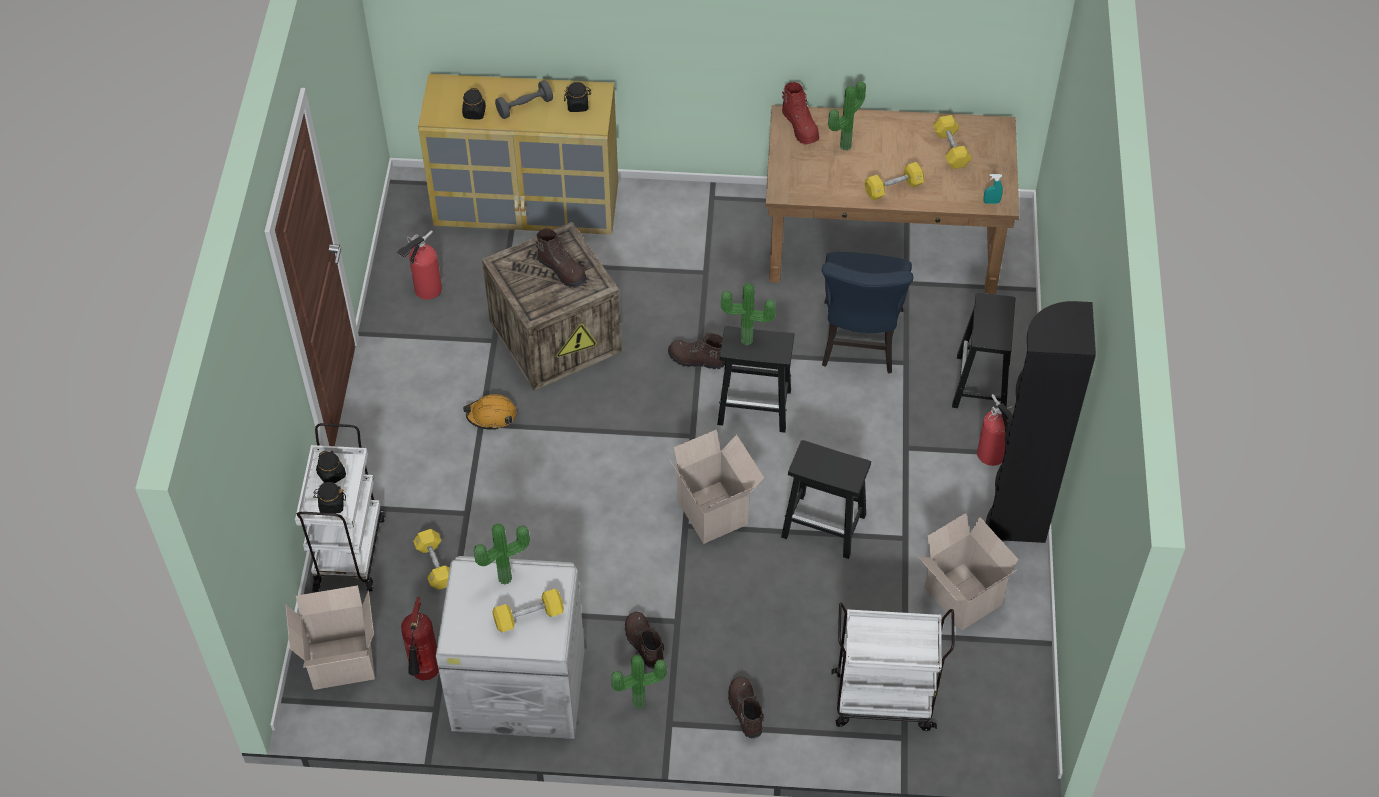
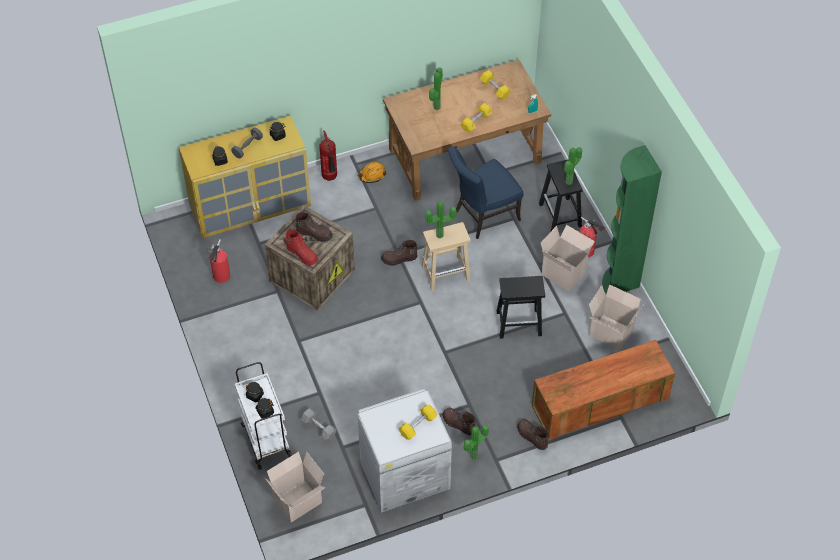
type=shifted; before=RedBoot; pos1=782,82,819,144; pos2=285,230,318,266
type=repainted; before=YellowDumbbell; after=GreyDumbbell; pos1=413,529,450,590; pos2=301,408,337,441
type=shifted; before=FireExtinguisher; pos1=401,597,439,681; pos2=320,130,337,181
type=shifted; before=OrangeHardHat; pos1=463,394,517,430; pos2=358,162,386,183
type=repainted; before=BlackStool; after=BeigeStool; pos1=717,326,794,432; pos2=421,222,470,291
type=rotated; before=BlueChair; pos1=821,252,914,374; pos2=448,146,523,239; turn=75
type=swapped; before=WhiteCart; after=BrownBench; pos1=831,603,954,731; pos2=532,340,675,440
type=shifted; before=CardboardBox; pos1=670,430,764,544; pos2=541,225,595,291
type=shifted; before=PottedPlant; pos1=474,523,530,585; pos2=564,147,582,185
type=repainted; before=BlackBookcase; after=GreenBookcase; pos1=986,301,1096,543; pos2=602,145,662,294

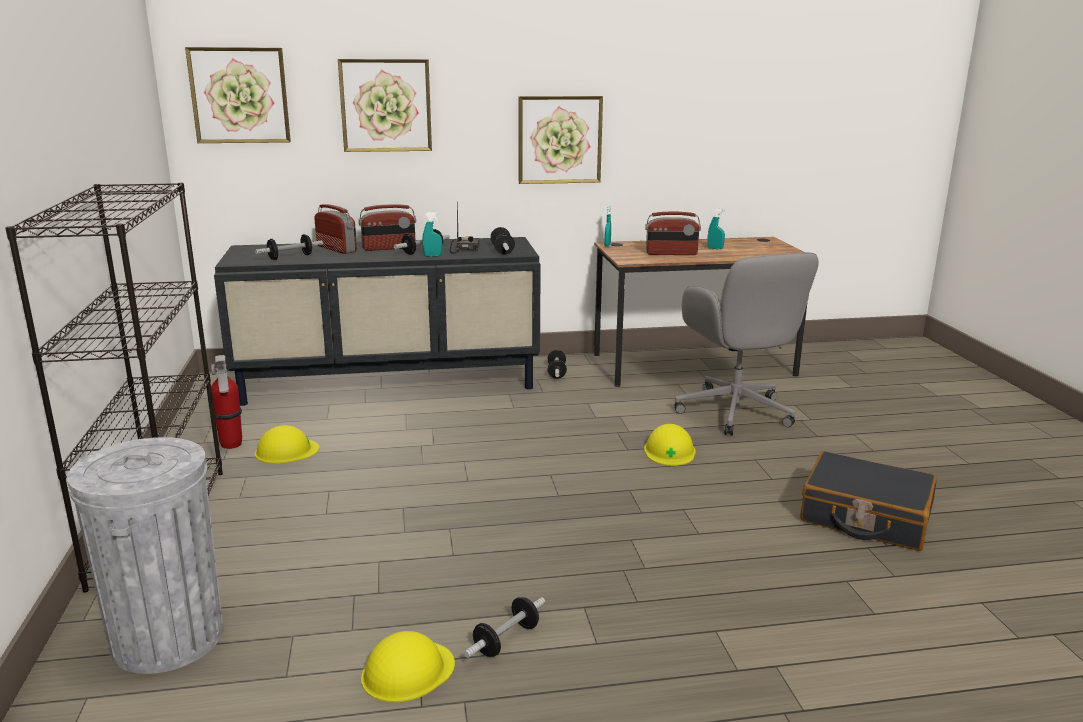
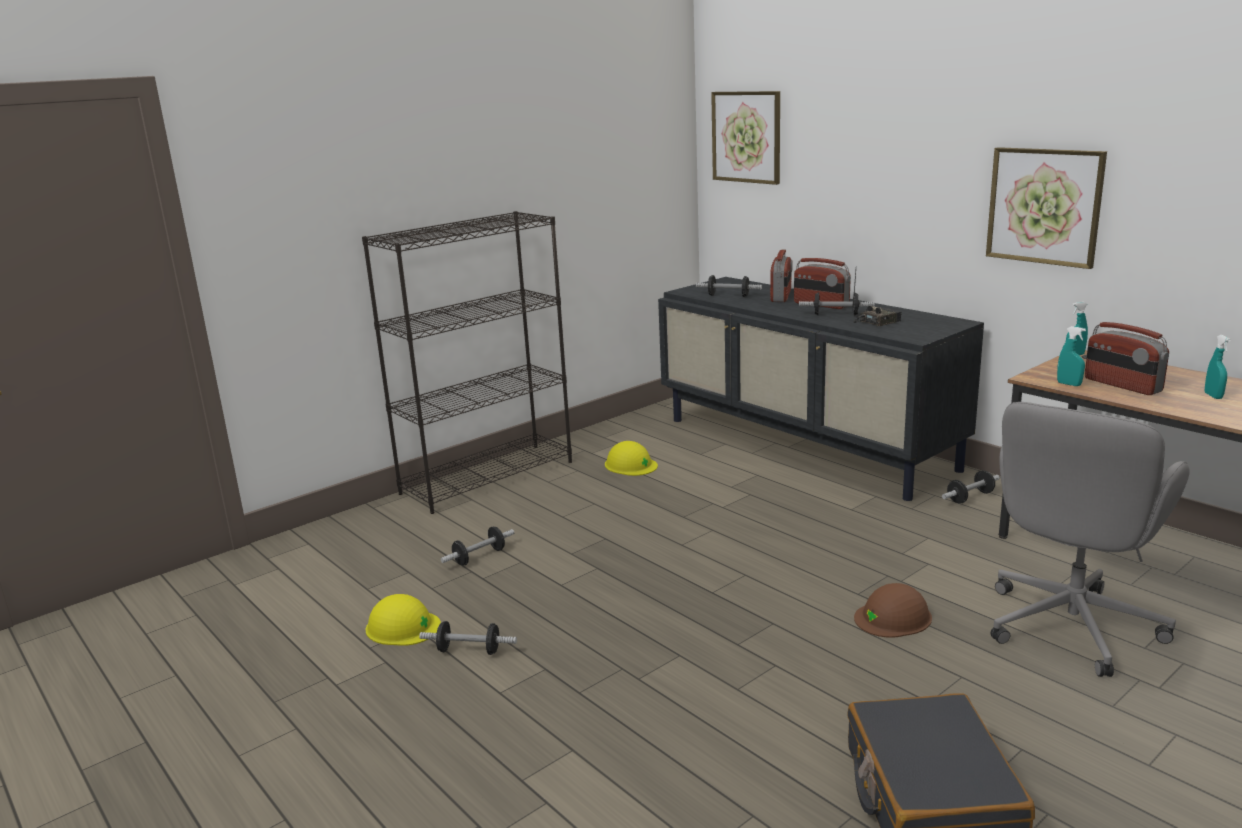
type=shifted; before=Dumbbell; pos1=490,227,515,255; pos2=441,527,514,566
type=repainted; before=YellowHardHat; after=BrownHardHat; pos1=644,424,696,466; pos2=854,583,932,638
type=shifted; before=TurquoiseSprayBottle; pos1=422,212,442,257; pos2=1057,326,1086,386
type=gone; before=GreyTrashCan; pos1=67,437,223,674
type=gone; before=FireExtinguisher; pos1=211,355,242,449
type=gone; before=Picture; pos1=338,59,432,152

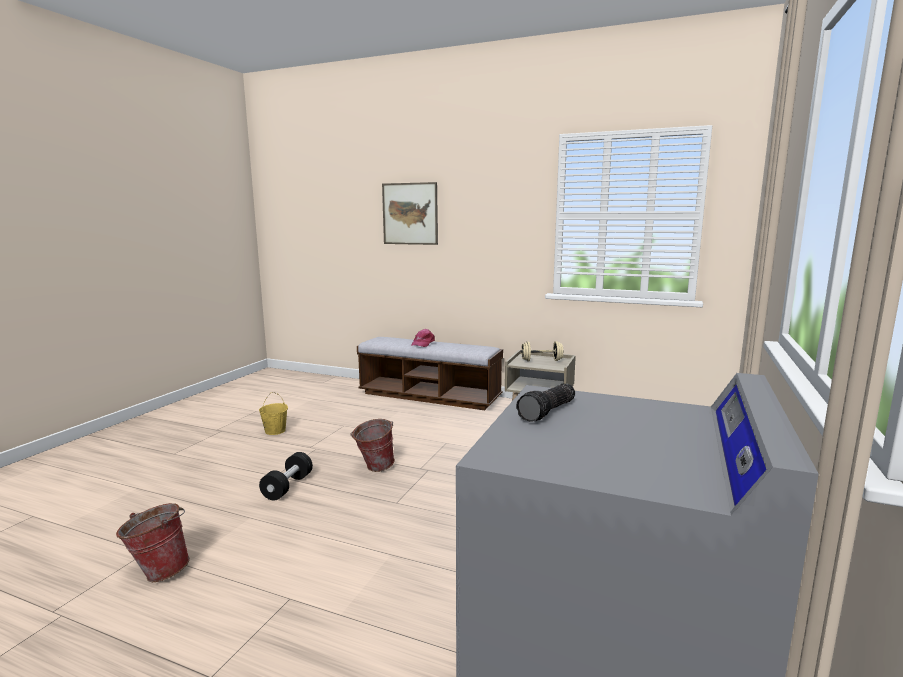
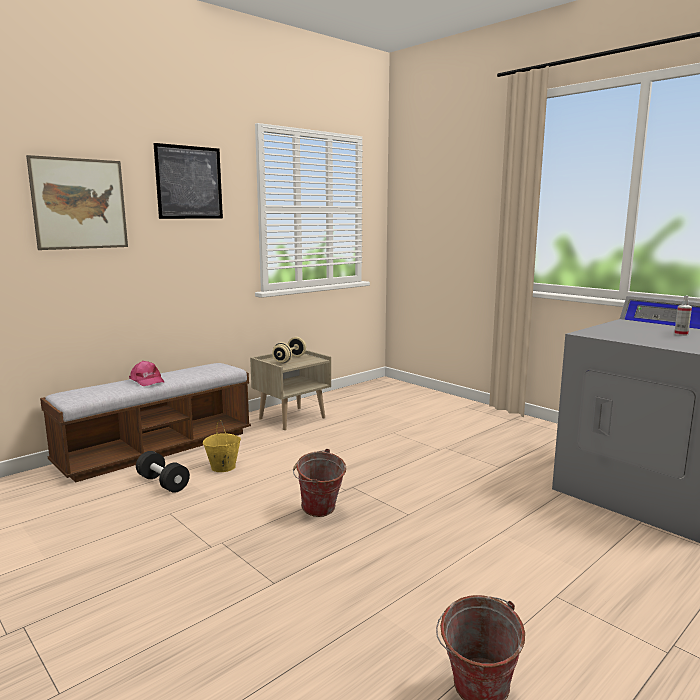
type=shifted; before=BlackDumbbell; pos1=259,452,313,501; pos2=136,451,190,493
type=new; after=Picture; pos2=153,143,223,219
type=shifted; before=YellowBucket; pos1=259,392,288,435; pos2=203,420,241,472
type=new; after=SprayBottle; pos2=674,296,692,336
type=gone; before=Flashlight; pos1=516,384,575,422

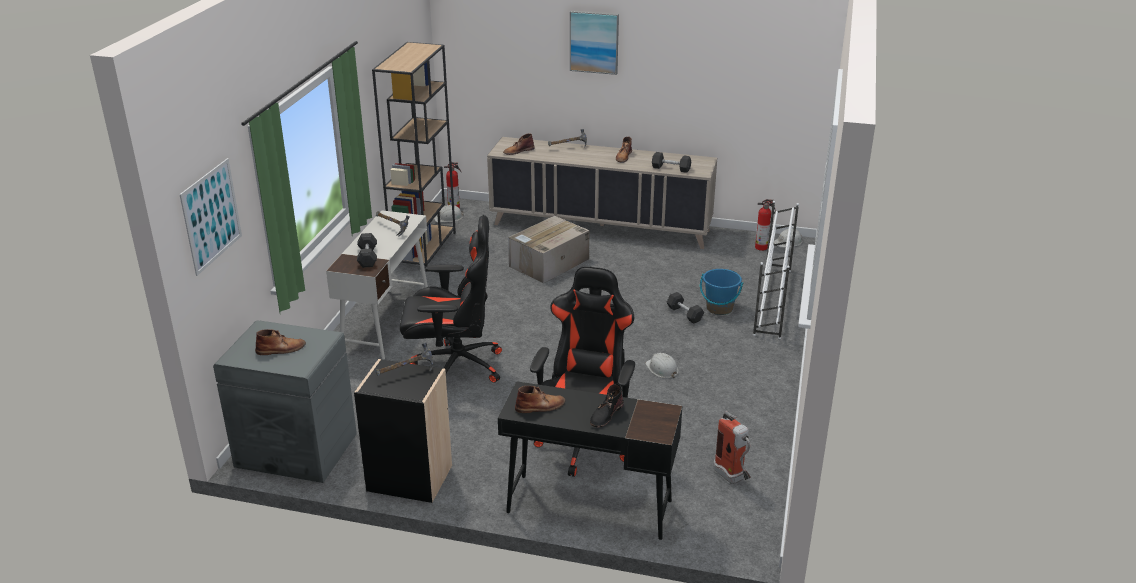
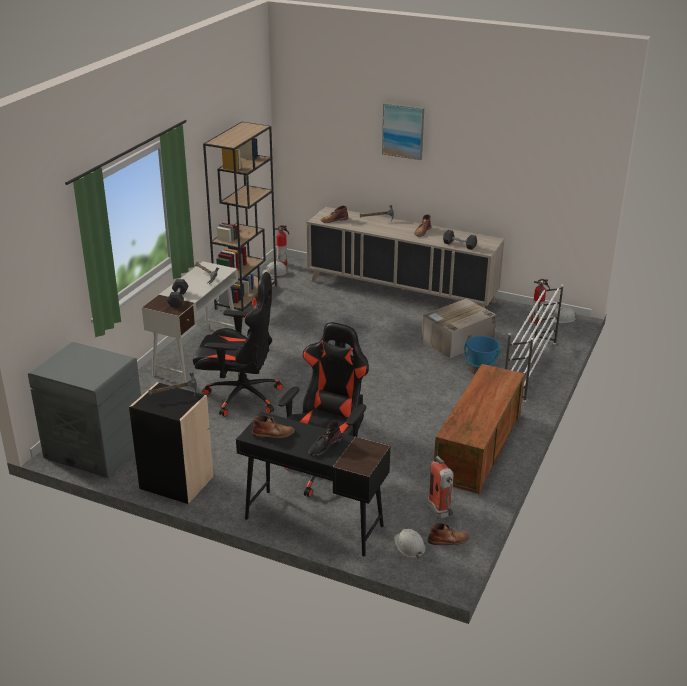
type=shifted; before=WhiteHardHat; pos1=645,353,678,378; pos2=394,529,426,558
type=shifted; before=CardboardBox; pos1=508,216,589,283; pos2=421,298,496,358
type=shifted; before=BrownBoot; pos1=255,329,306,355; pos2=428,523,469,545
type=new; after=BrownBench; pos2=434,364,525,494
type=gone; before=Picture; pos1=179,158,242,276
type=gone; before=GreyDumbbell; pos1=666,292,704,324

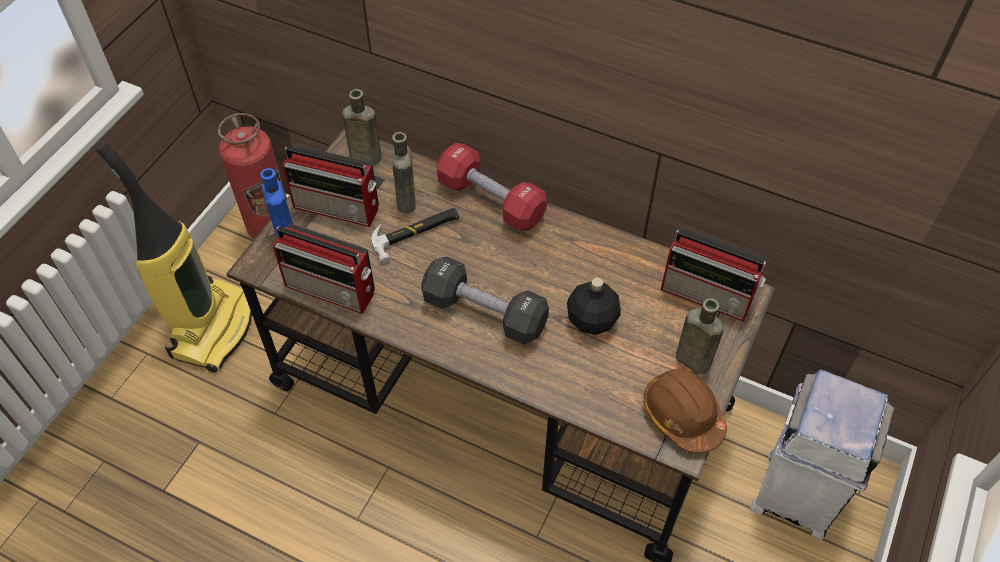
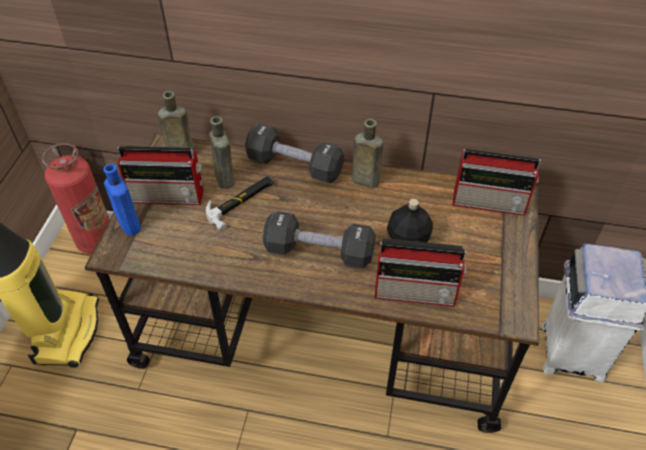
type=repainted; before=RedDumbbell; after=BlackDumbbell; pos1=437,143,547,231; pos2=245,123,344,183
type=shifted; before=BrownBottle; pos1=676,298,724,374; pos2=352,119,384,188
type=shifted; before=Radio; pos1=273,224,375,314; pos2=375,238,466,307
type=gone; before=BrownHardHat; pos1=644,368,727,454

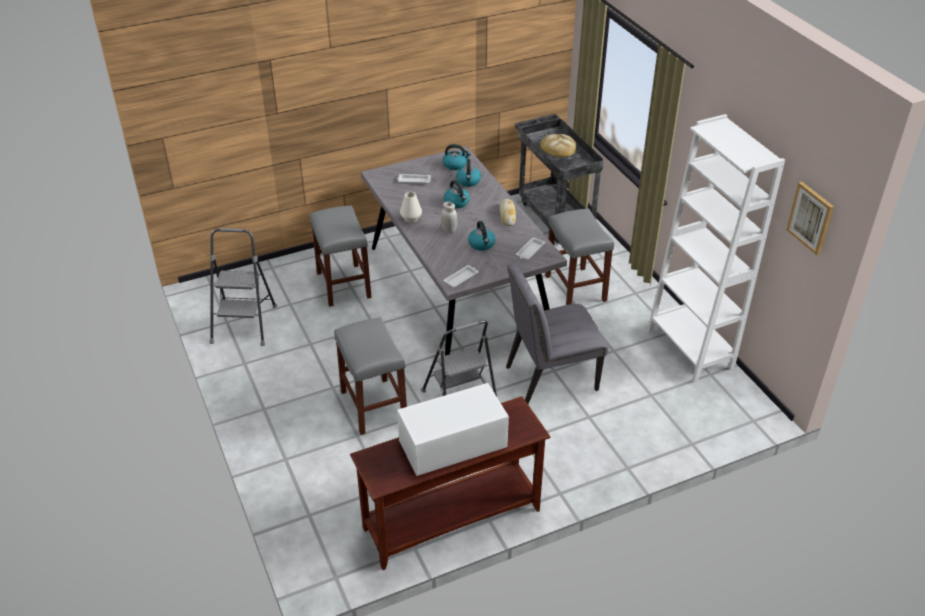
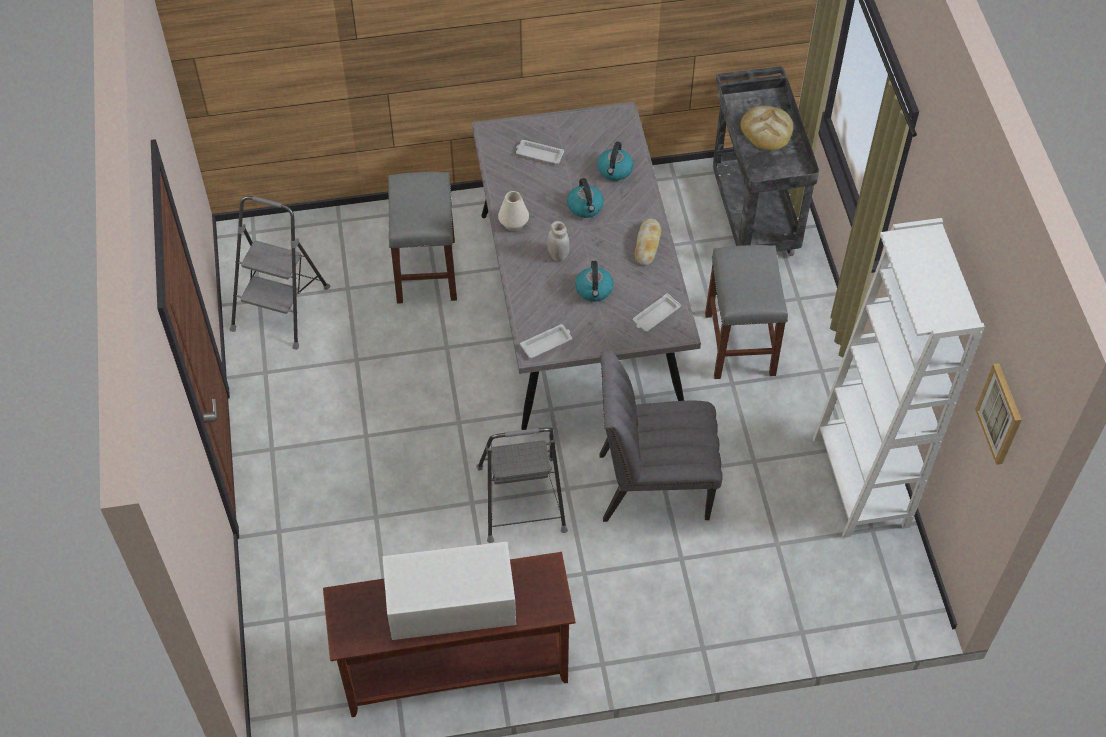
type=gone; before=GreyStool; pos1=334,317,407,435
type=gone; before=Kettle; pos1=443,144,471,170

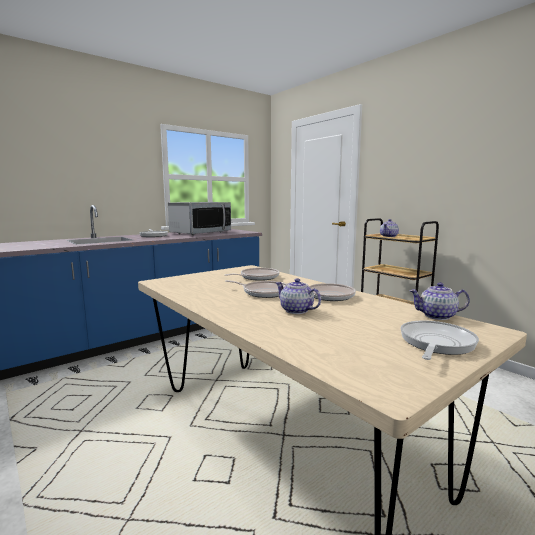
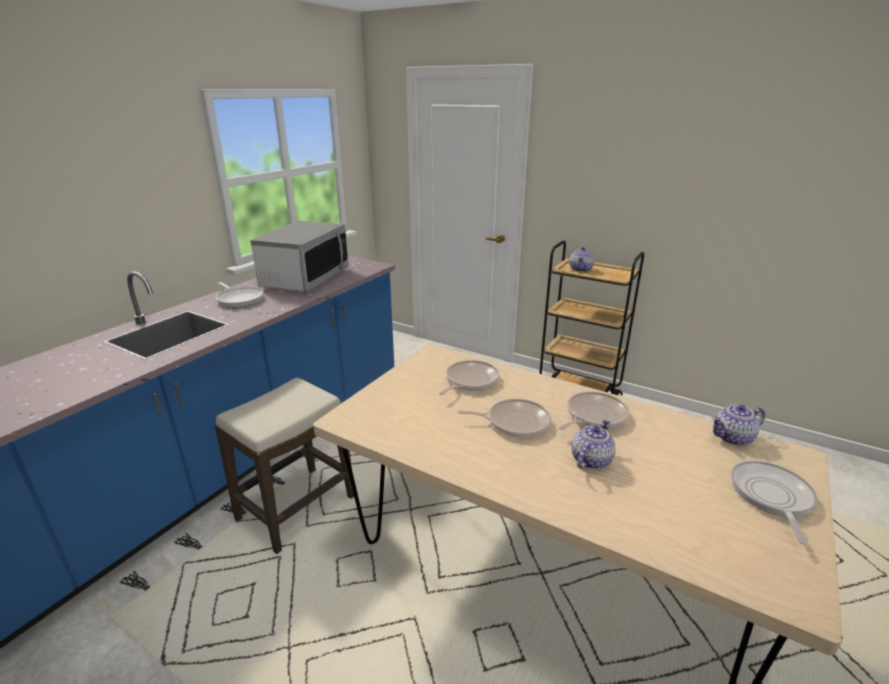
type=new; after=Stool; pos2=215,378,354,554
type=rotated; before=Teapot; pos1=276,278,321,314; pos2=572,419,616,469; turn=105

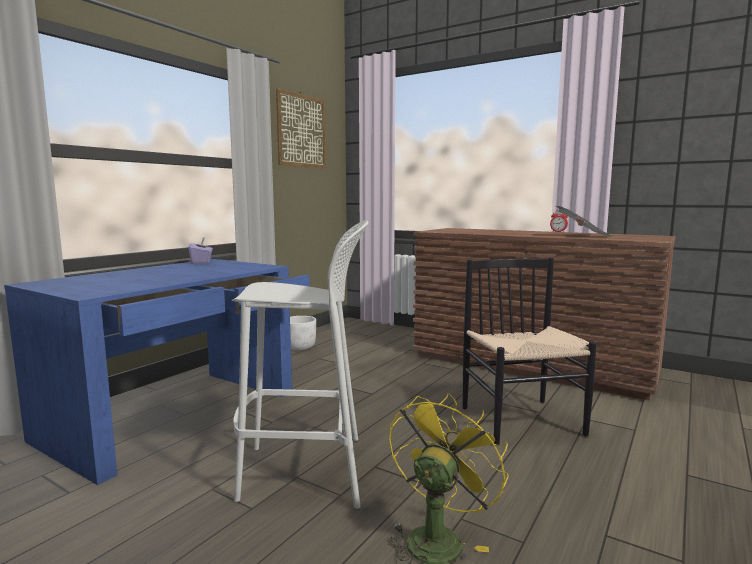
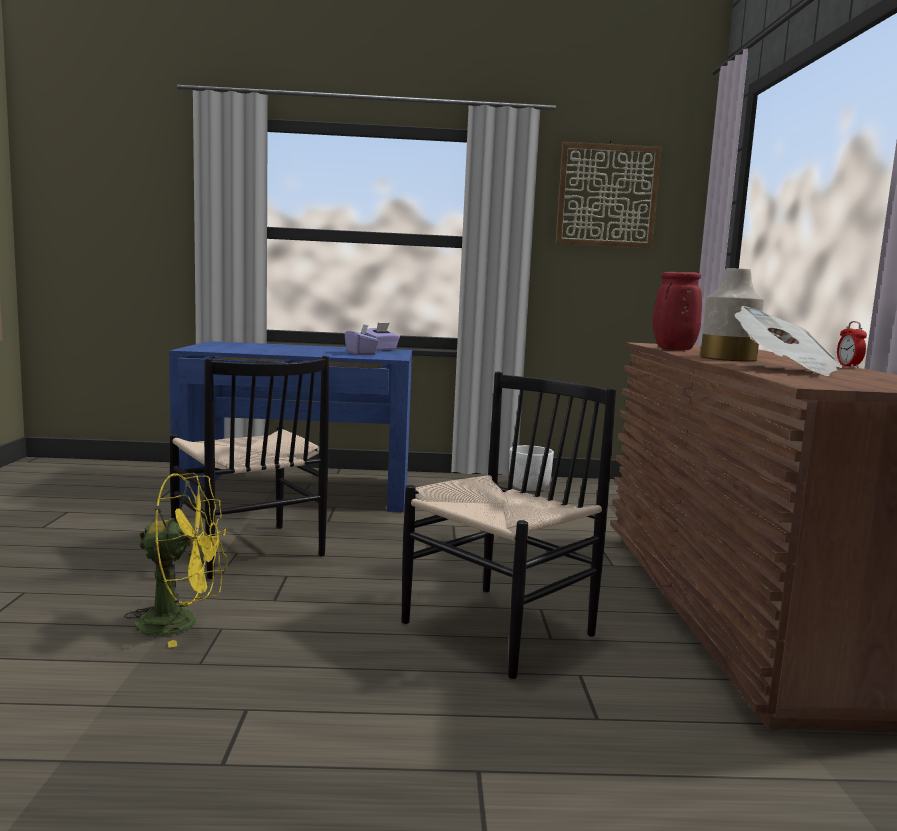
type=swapped; before=WhiteStool; after=BlackChair; pos1=232,220,369,509; pos2=170,356,329,579
type=new; after=PurpleTissueBox; pos2=344,324,379,355
type=new; after=RedVase; pos2=653,272,702,350
type=new; after=BeigeVase; pos2=700,268,764,362

